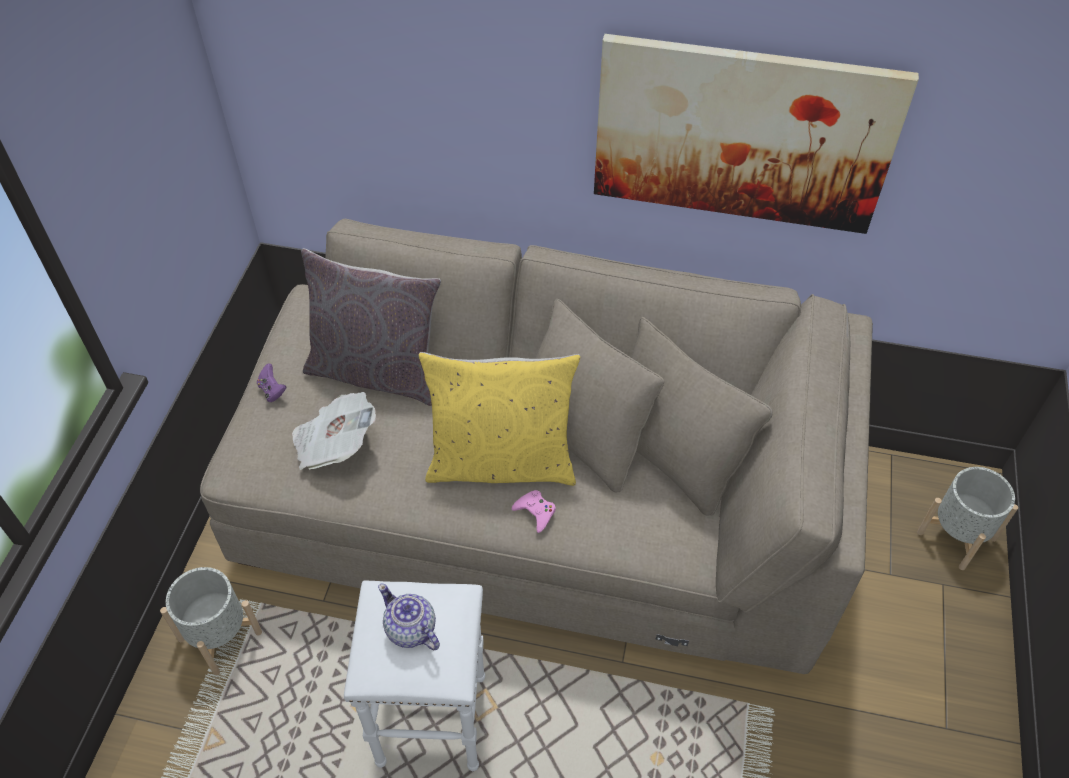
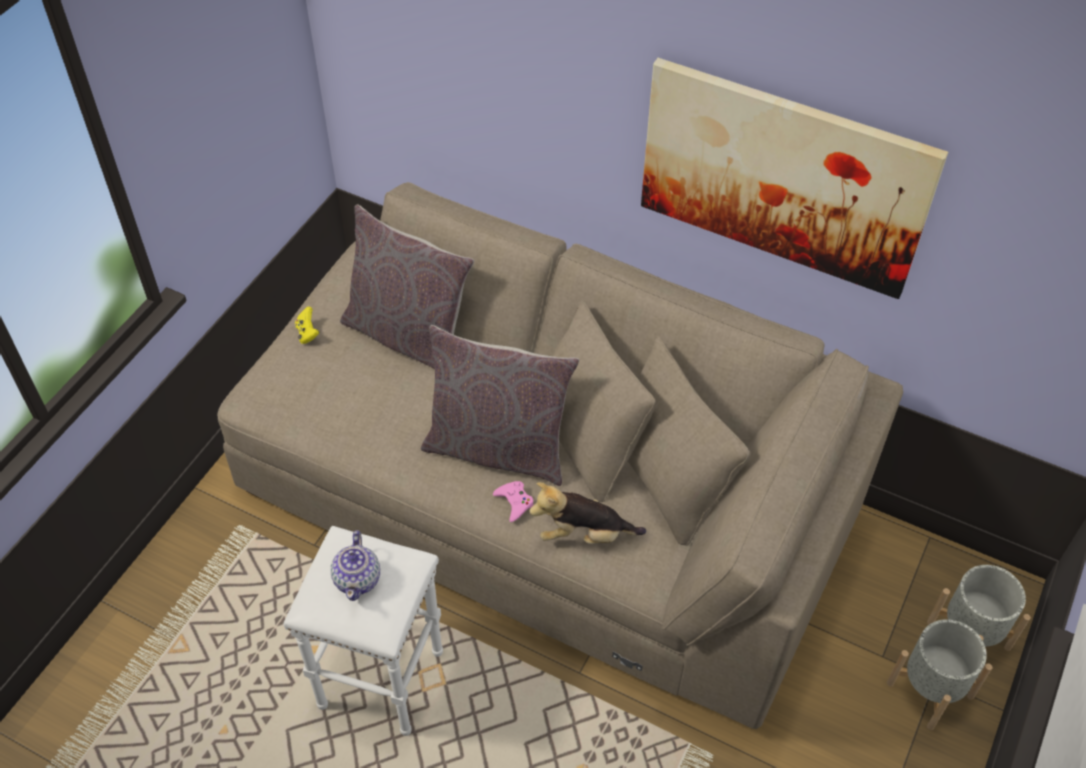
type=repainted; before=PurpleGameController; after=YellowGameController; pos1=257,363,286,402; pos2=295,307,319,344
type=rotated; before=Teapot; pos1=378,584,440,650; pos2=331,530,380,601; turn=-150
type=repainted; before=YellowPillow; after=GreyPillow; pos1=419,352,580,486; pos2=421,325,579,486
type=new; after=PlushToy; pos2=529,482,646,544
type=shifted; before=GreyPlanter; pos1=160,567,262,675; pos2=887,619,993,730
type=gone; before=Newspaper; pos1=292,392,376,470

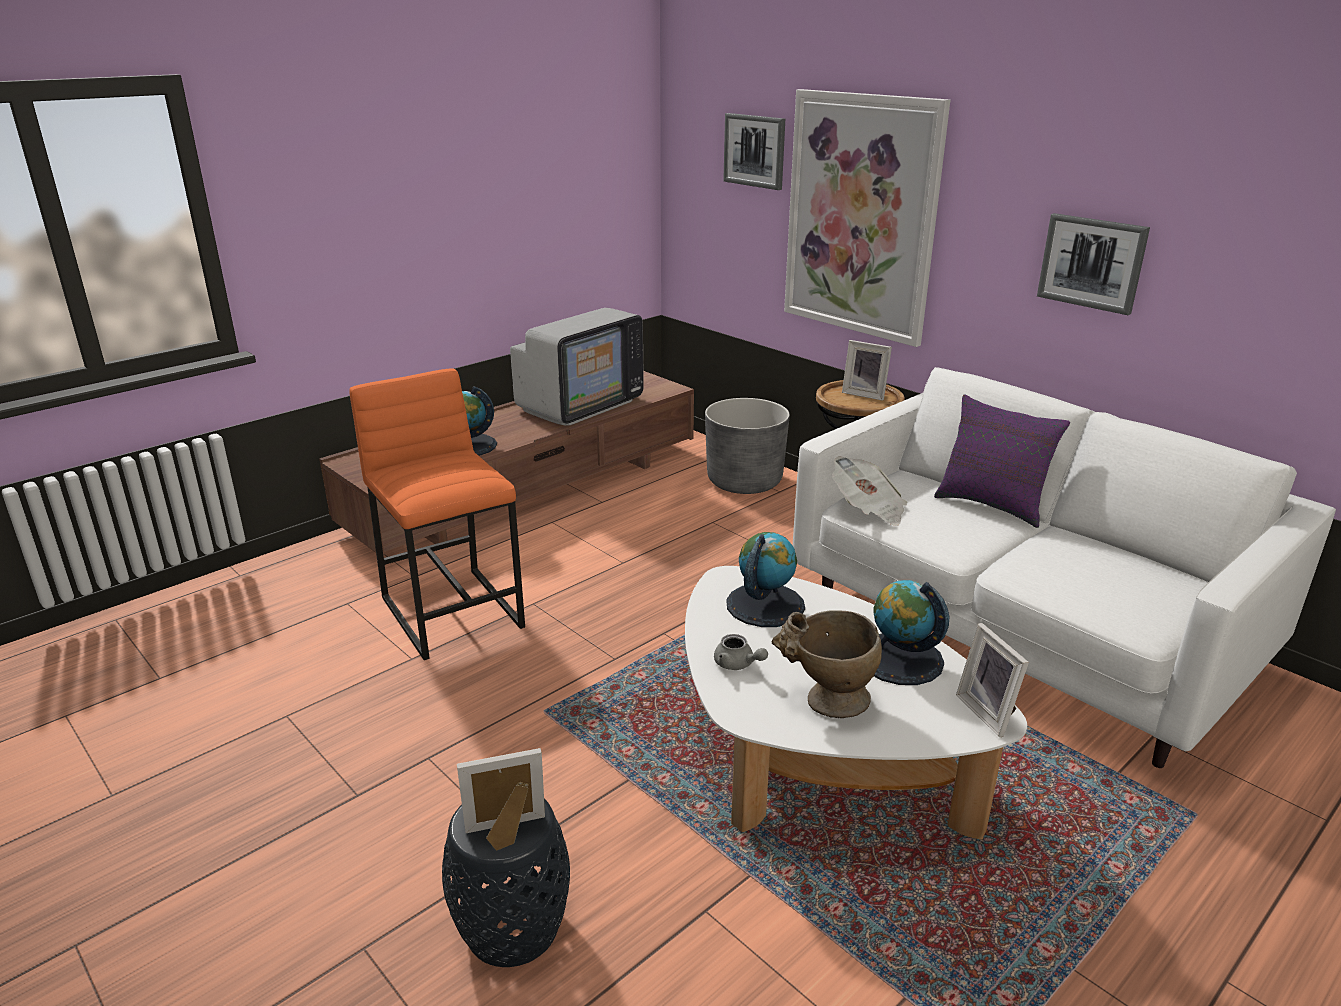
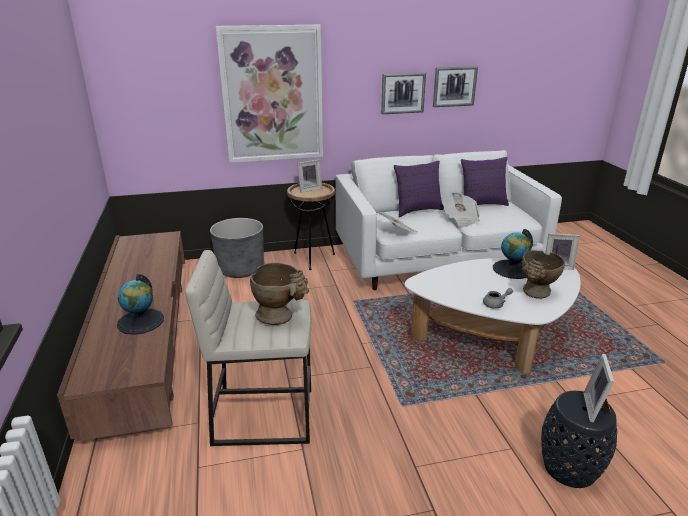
type=repainted; before=OrangeStool; after=BeigeStool; pos1=349,368,525,660; pos2=185,250,311,446
type=new; after=BeigeVase; pos2=250,263,309,325
type=shifted; before=Picture; pos1=723,113,785,190; pos2=433,66,478,107
type=new; after=Newspaper; pos2=444,192,480,227
type=new; after=PurplePillow; pos2=461,157,509,206
type=gone; before=Television; pos1=510,308,644,426
type=gone; before=Globe; pos1=726,532,805,627

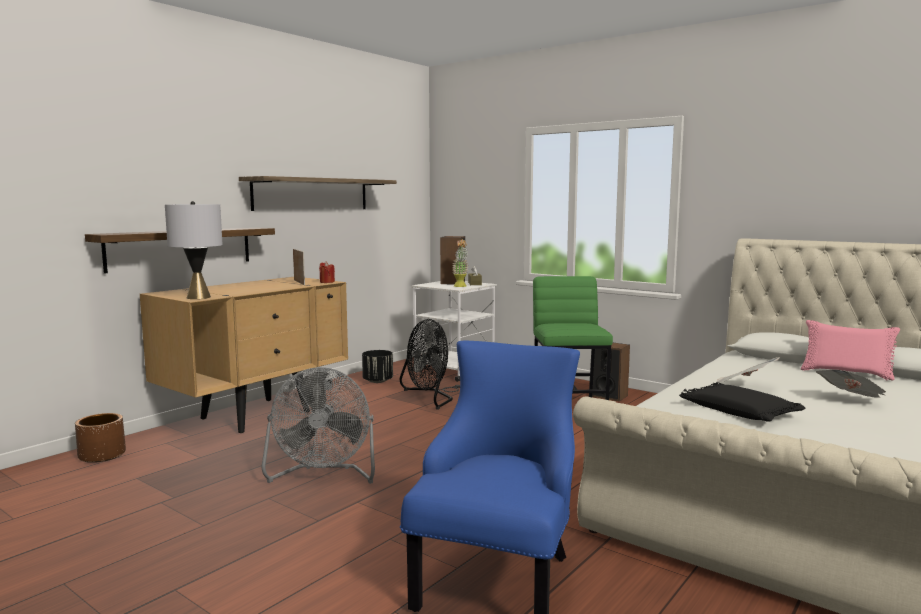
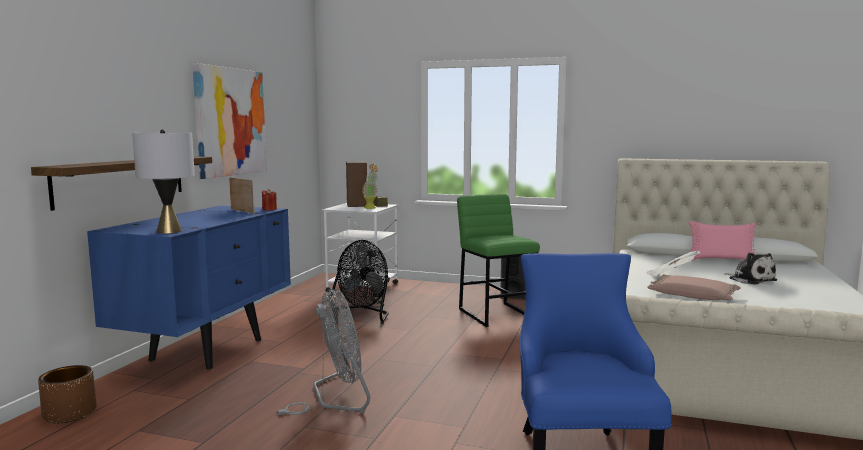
type=repainted; before=BeigeDresser; after=BlueDresser; pos1=140,277,348,433; pos2=87,206,291,370
type=swapped; before=Shelf; after=Picture; pos1=239,176,397,211; pos2=192,63,267,179
type=rotated; before=GreyFan; pos1=262,367,375,484; pos2=276,289,370,415; turn=-90
type=repainted; before=BlackPillow; after=BeigePillow; pos1=679,382,806,422; pos2=647,274,741,300
type=swapped; before=Newspaper; after=PlushToy; pos1=816,370,886,398; pos2=724,253,777,285
type=gone; before=BlackPlanter; pos1=362,350,393,383

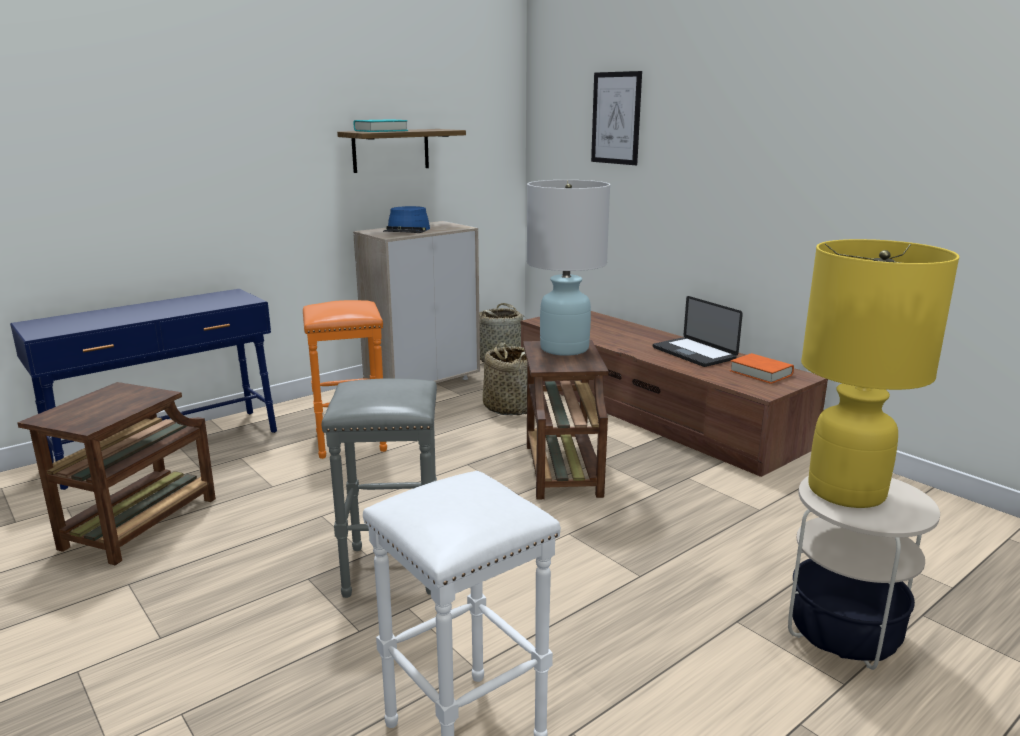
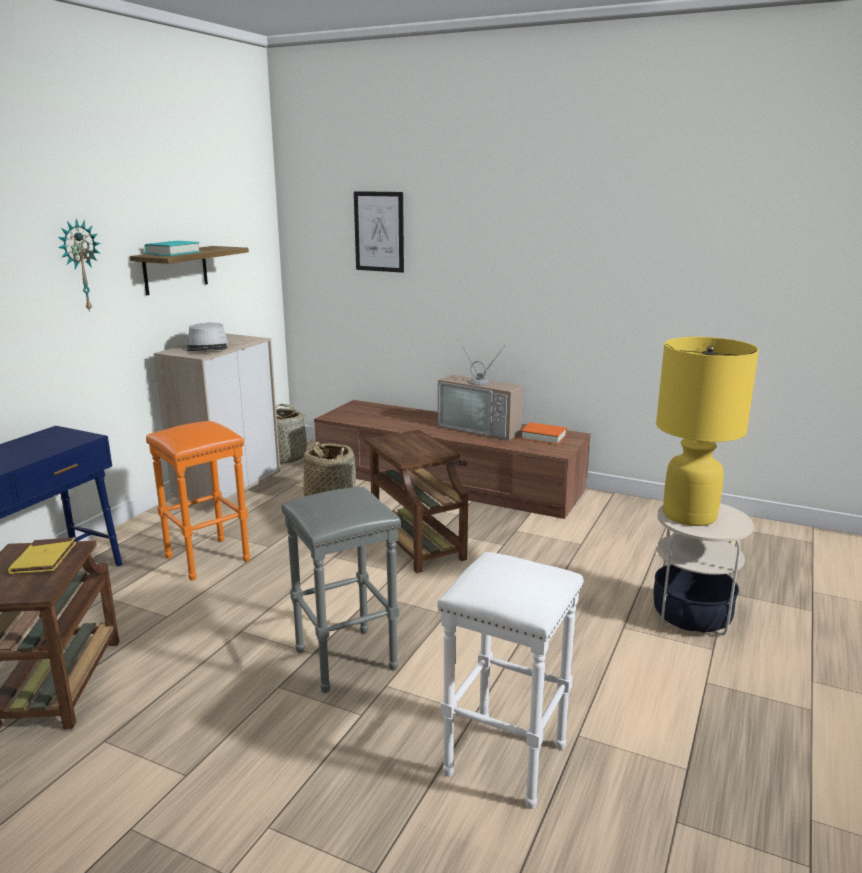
type=new; after=YellowBook; pos2=8,537,76,574
type=new; after=WallClock; pos2=58,219,100,312
type=repainted; before=BlueHat; after=GreyHat; pos1=383,206,430,233; pos2=187,323,229,351
type=swapped; before=Laptop; after=Television; pos1=653,296,743,367; pos2=438,339,523,441
type=gone; before=WhiteTableLamp; pos1=527,180,610,356

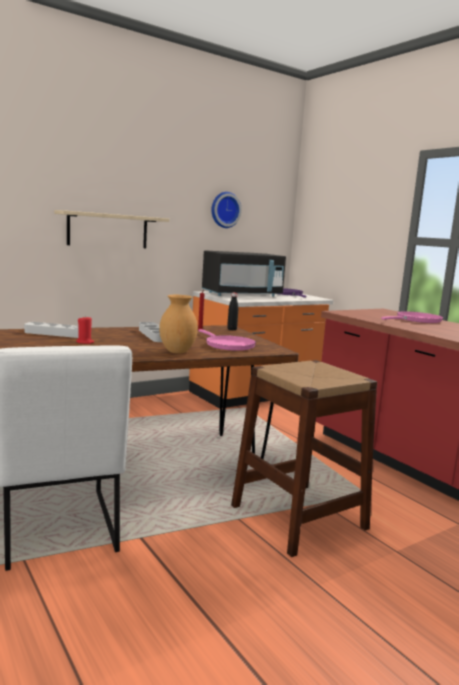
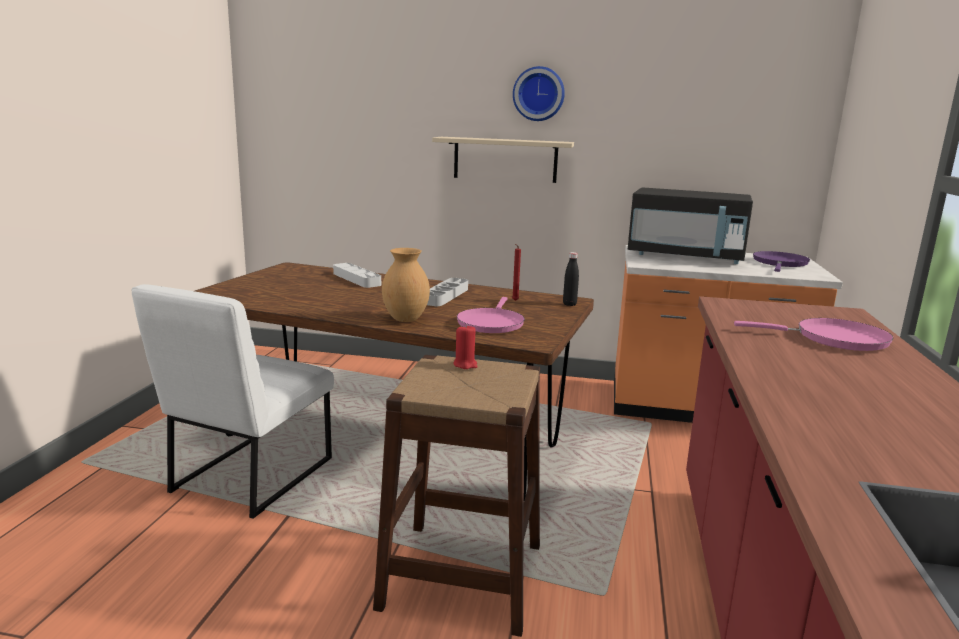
type=shifted; before=RedCandle; pos1=76,317,94,344; pos2=454,324,478,369
type=shifted; before=WallClock; pos1=211,192,242,228; pos2=513,66,565,121

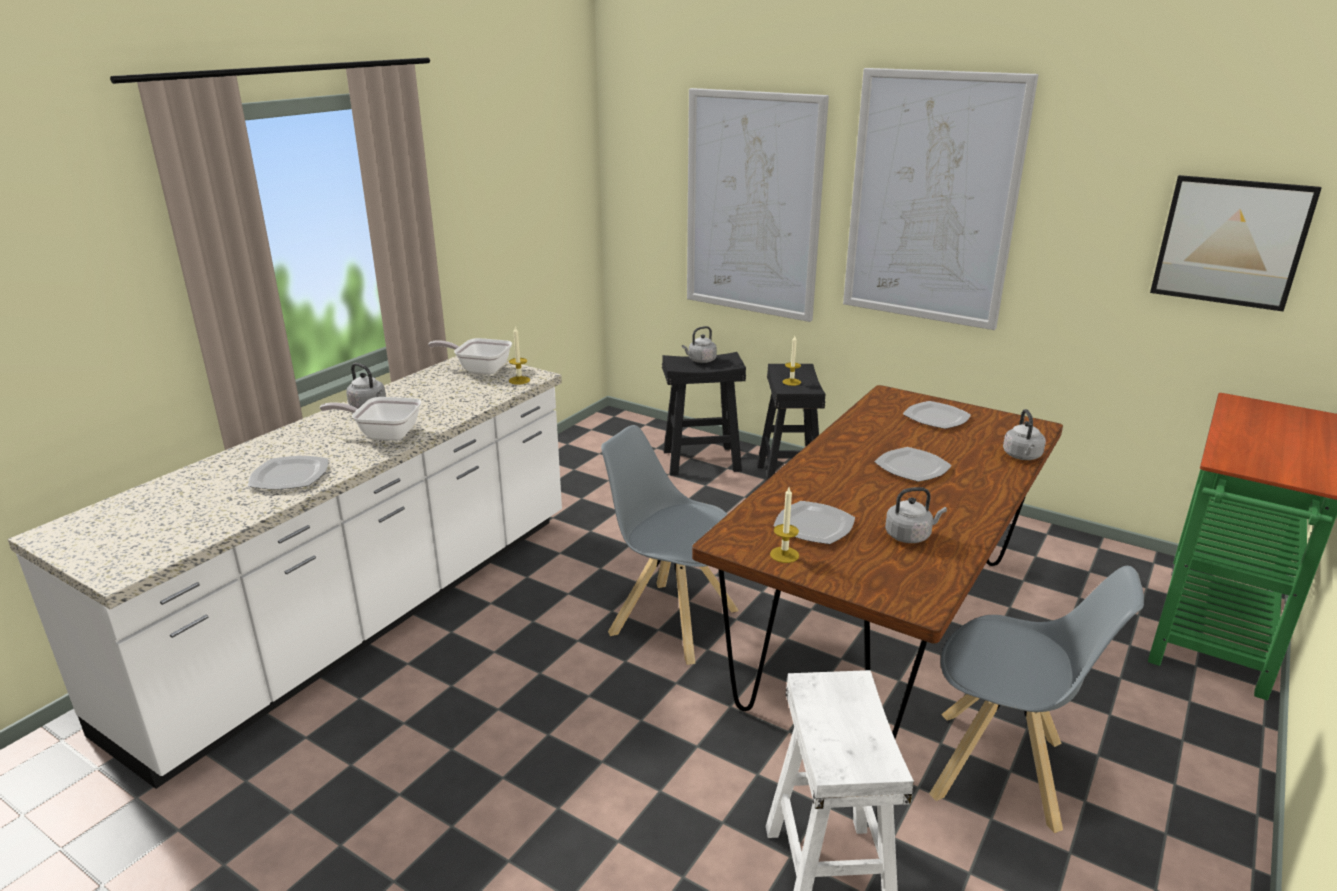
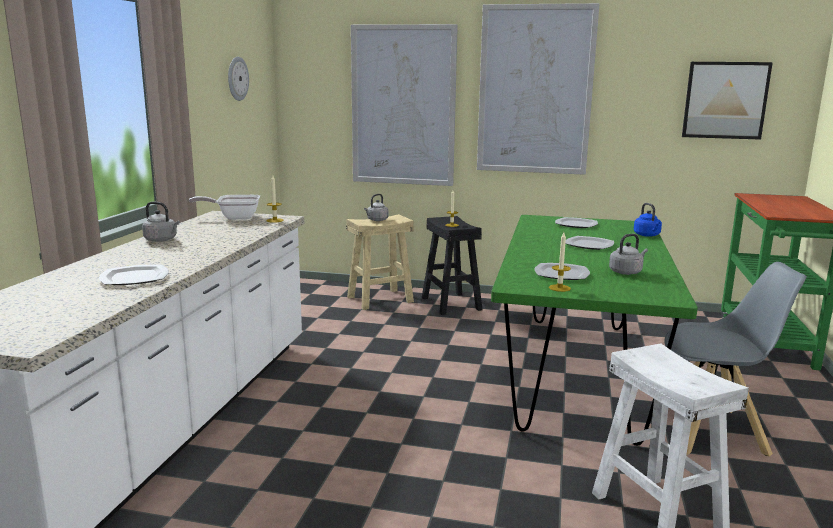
type=new; after=WallClock; pos2=228,57,249,101
type=repainted; before=BlackStool; after=BeigeStool; pos1=662,352,746,476; pos2=346,214,414,310
type=repainted; before=BrownDiningTable; after=GreenDiningTable; pos1=692,385,1063,739; pos2=491,215,698,446
type=repainted; before=GreyKettle; after=BlueKettle; pos1=1003,409,1046,460; pos2=634,203,662,237
type=gone; before=FryingPan; pos1=320,397,421,441
type=gone; before=GreyChair; pos1=601,425,739,665

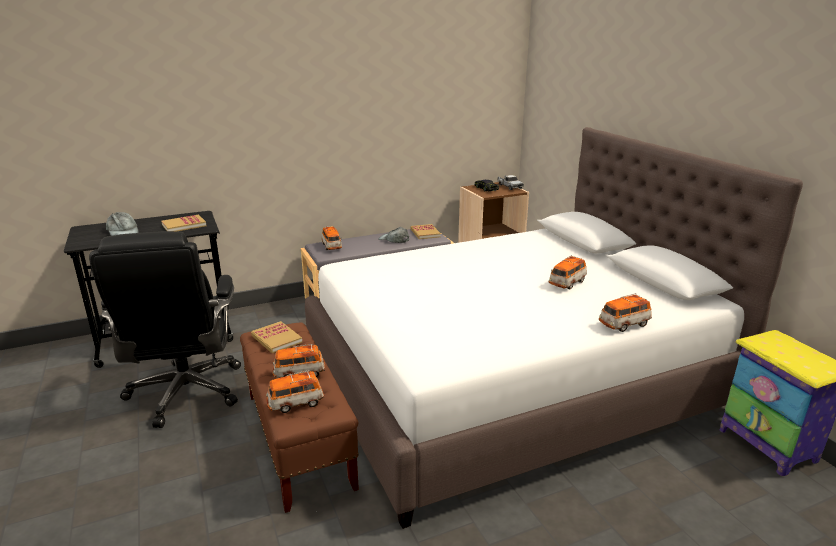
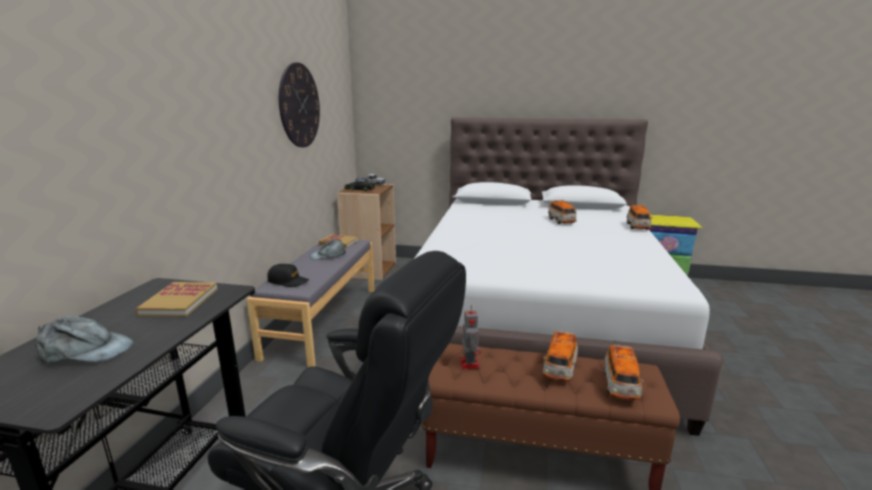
type=swapped; before=ToyCar; after=BlackCap; pos1=322,226,342,250; pos2=267,264,309,287
type=new; after=WallClock; pos2=279,62,320,147
type=swapped; before=Book; after=ToyRobot; pos1=251,321,302,354; pos2=460,305,481,369

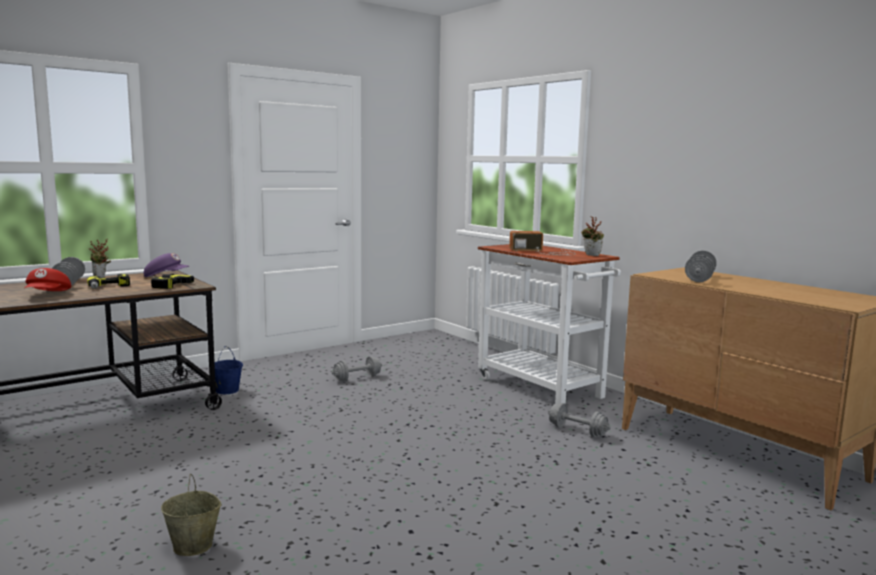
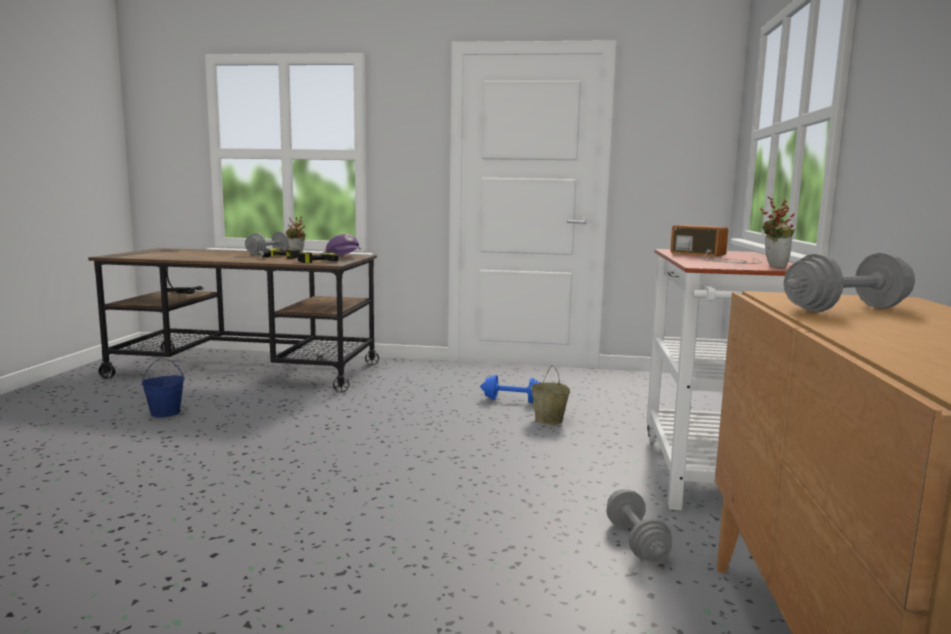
type=shifted; before=BlueBucket; pos1=215,346,243,394; pos2=142,358,184,418
type=repainted; before=GreyDumbbell; after=BlueDumbbell; pos1=332,356,382,381; pos2=480,375,541,403
type=shifted; before=BeigeBucket; pos1=161,474,222,556; pos2=531,365,570,425
type=gone; before=RedCap; pos1=25,268,71,291

